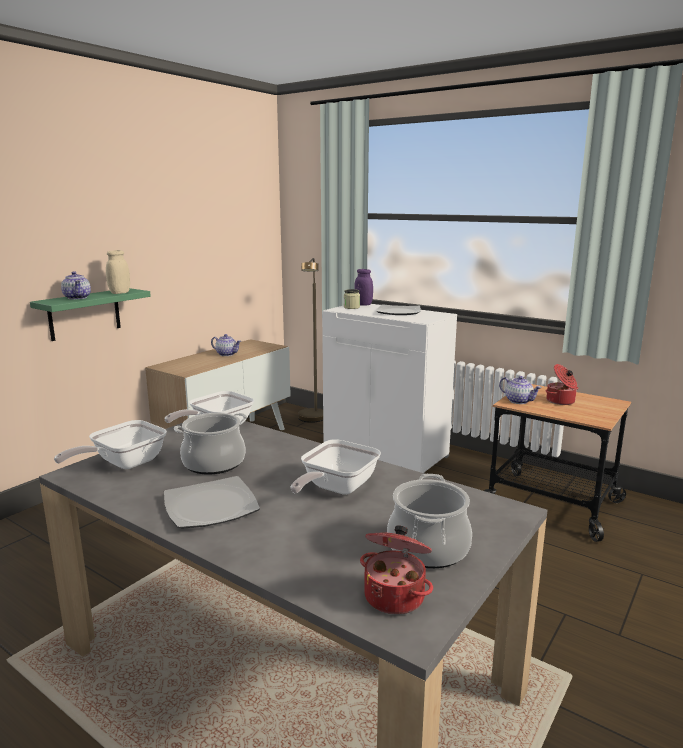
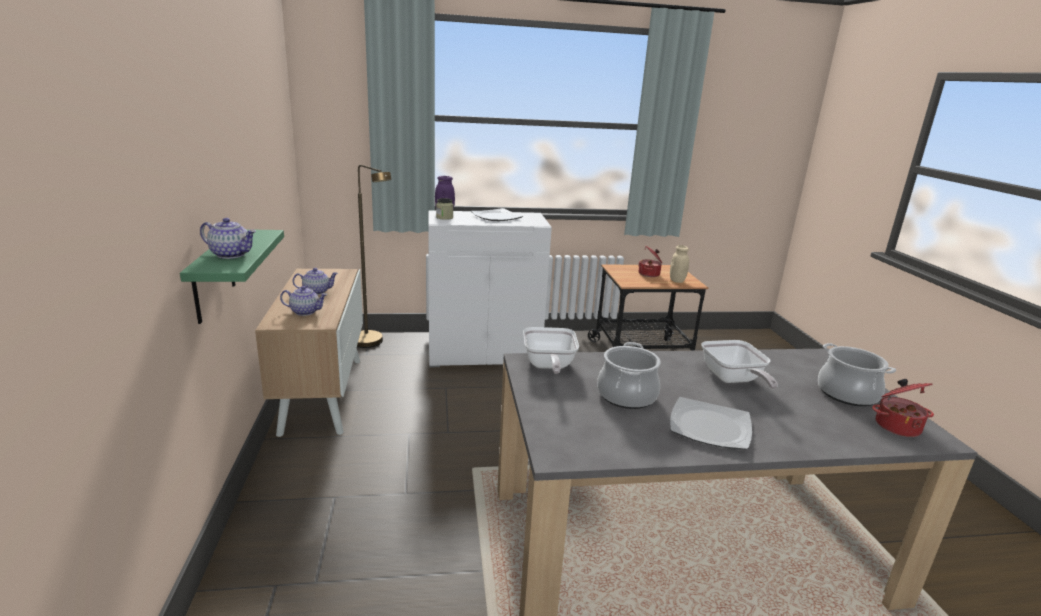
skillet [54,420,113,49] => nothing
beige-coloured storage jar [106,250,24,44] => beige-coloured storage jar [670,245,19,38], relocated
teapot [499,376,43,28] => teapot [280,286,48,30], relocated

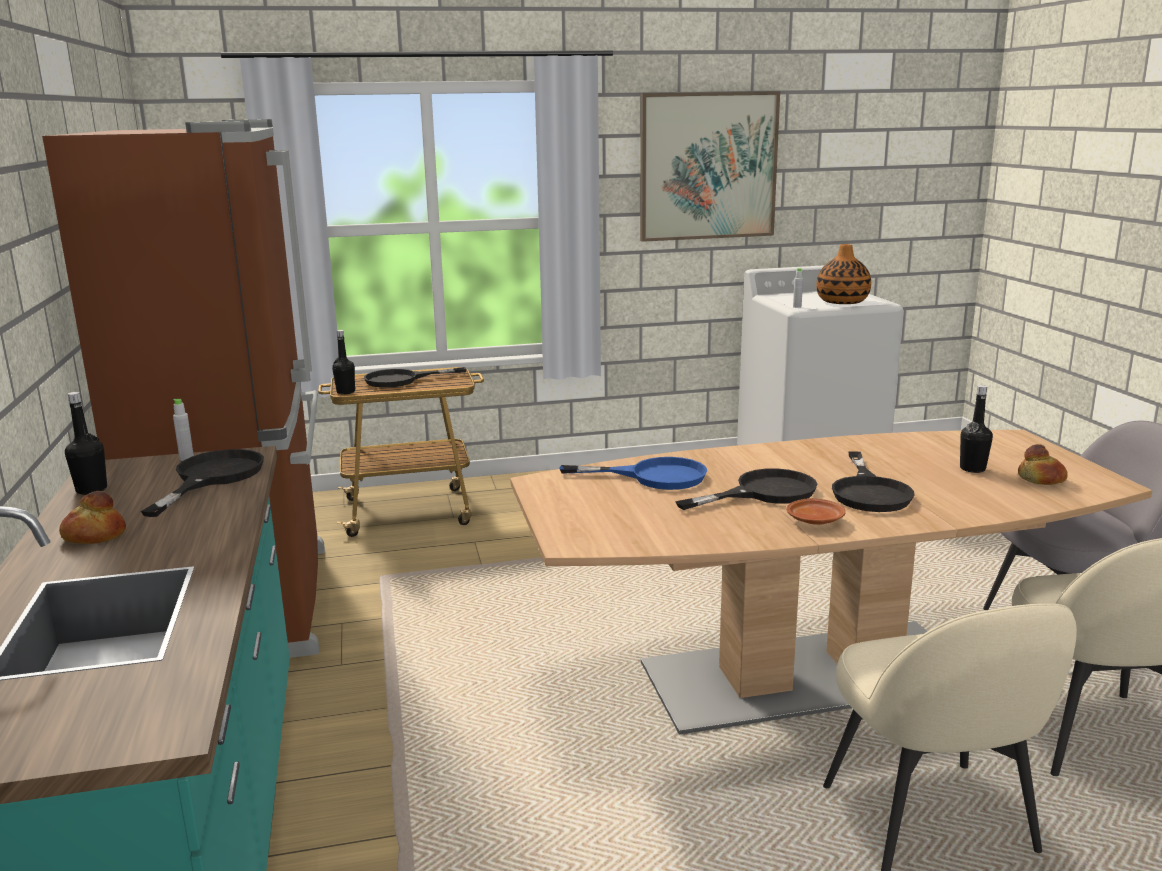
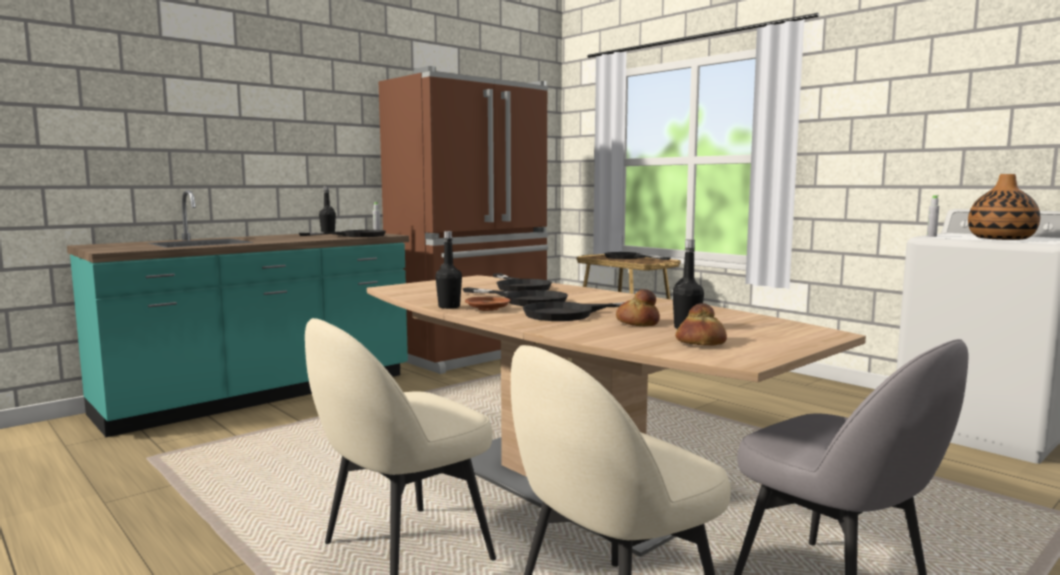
bread [59,491,67,53] => bread [616,289,44,37], relocated
black-coloured drink bottle [332,330,23,65] => black-coloured drink bottle [436,231,26,78], relocated
blue-coloured skillet [560,457,147,33] => black-coloured skillet [493,273,59,18]
wall picture [640,91,140,151] => nothing

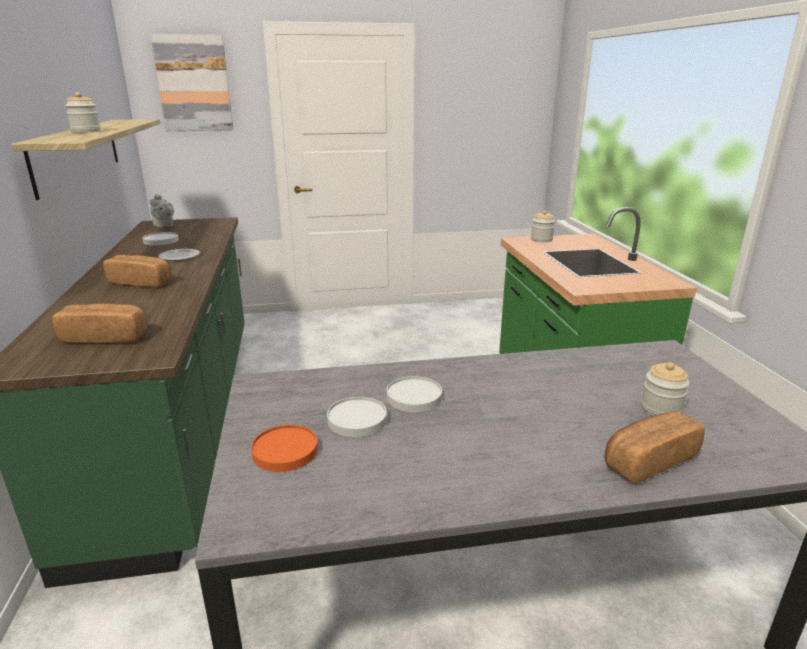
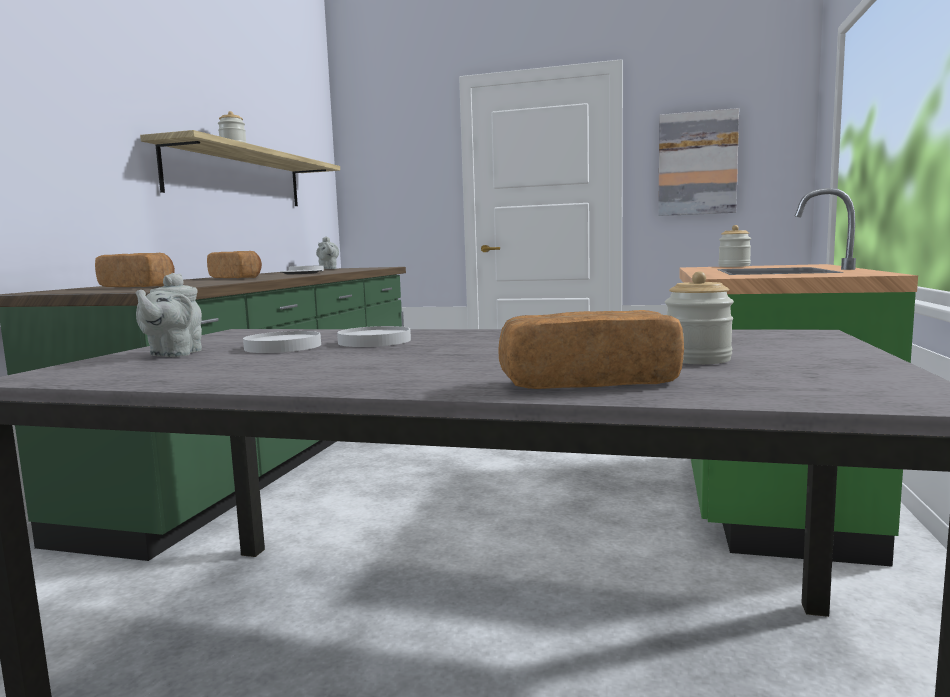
wall picture [151,34,82,97] => wall picture [658,108,81,108], relocated
orange-coloured dinner plate [251,425,67,47] => gray teapot [136,273,66,84]

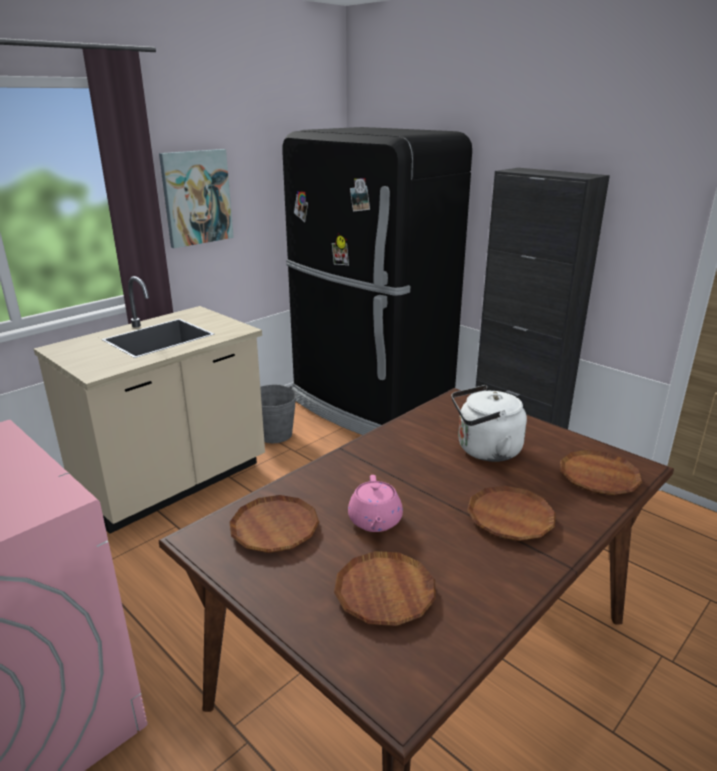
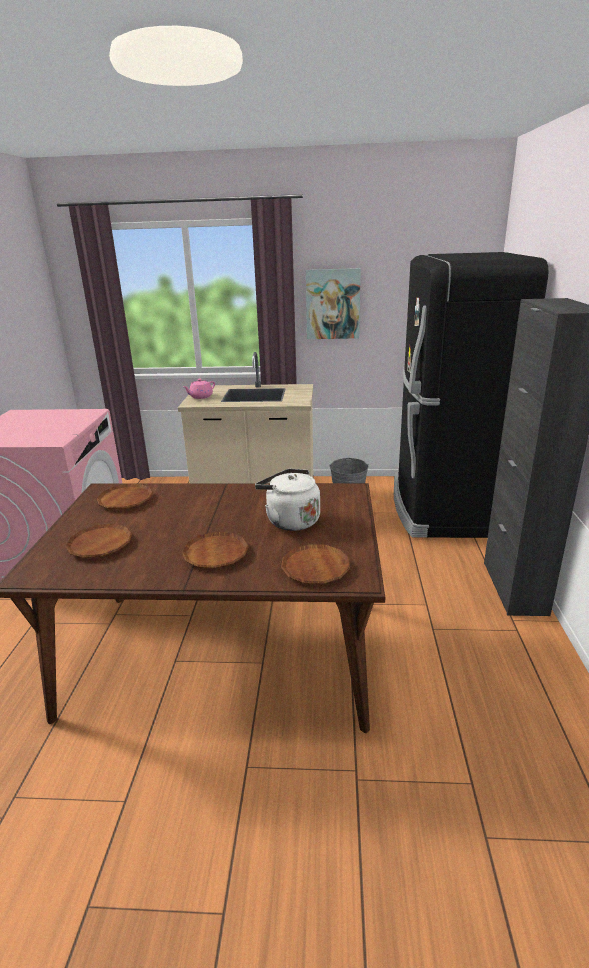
pink teapot [348,475,55,57] => pink teapot [183,379,32,20], relocated

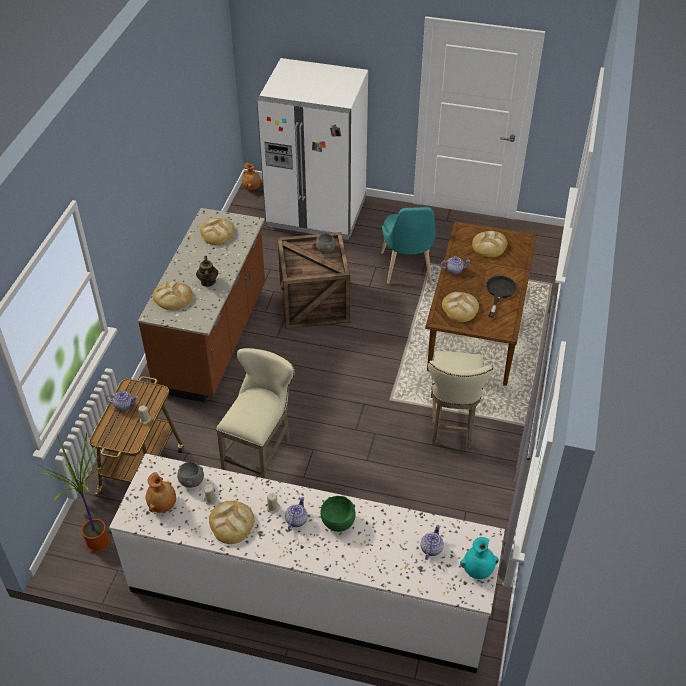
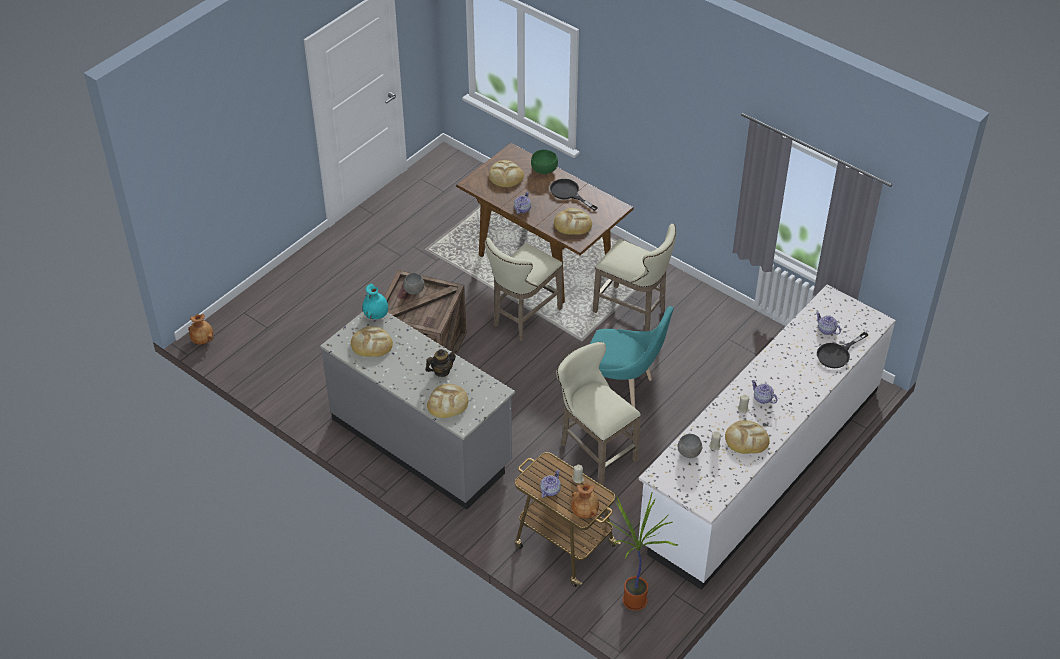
brown-coloured kitchen counter [138,208,127,195] => gray kitchen counter [320,312,195,198]
brown-coloured vase [146,472,30,41] => brown-coloured vase [571,483,28,35], relocated
teapot [196,256,22,31] => teapot [425,349,32,28], 135 degrees clockwise
white-coloured fridge [257,58,111,182] => nothing
green deep dish [320,496,36,36] => green deep dish [531,150,27,24], relocated
turquoise chair [381,207,55,77] => turquoise chair [590,306,84,102], relocated
turquoise vase [460,537,39,42] => turquoise vase [363,283,25,36], relocated
nothing => beige-coloured stool seat [485,238,78,103]
nothing => black-coloured skillet [817,332,51,36]

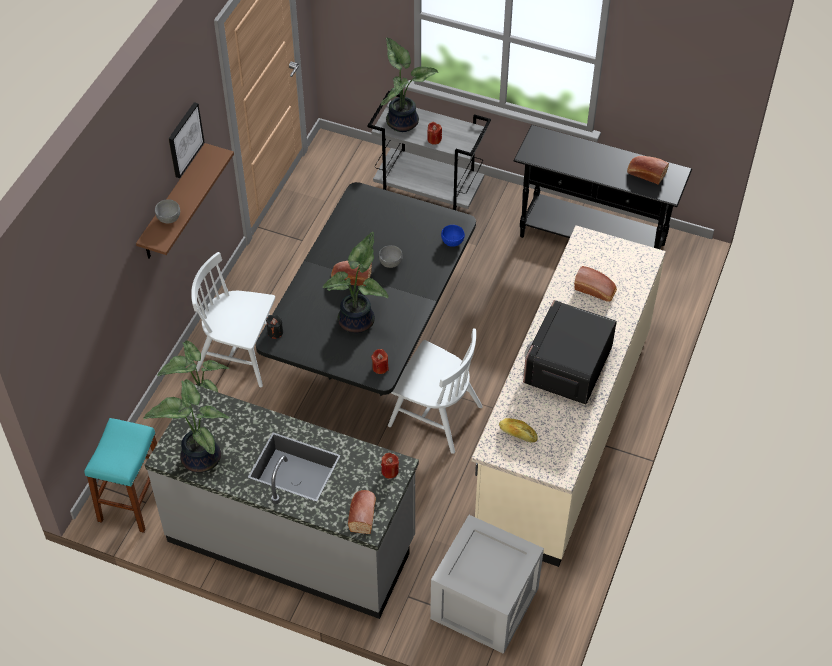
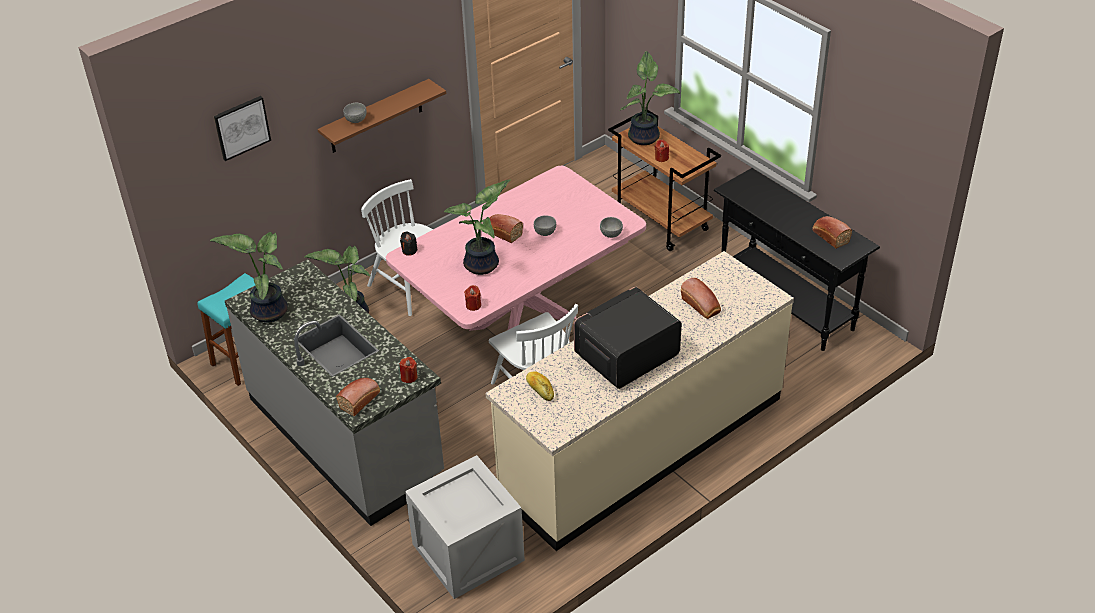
wall picture [168,102,36,76] => wall picture [214,96,57,65], relocated
black-coloured kitchen table [256,182,220,214] => pink kitchen table [386,165,260,166]
gray trolley [368,91,123,119] => brown-coloured trolley [608,110,113,141]
blue-coloured deep dish [441,225,24,22] => gray deep dish [600,217,23,21]

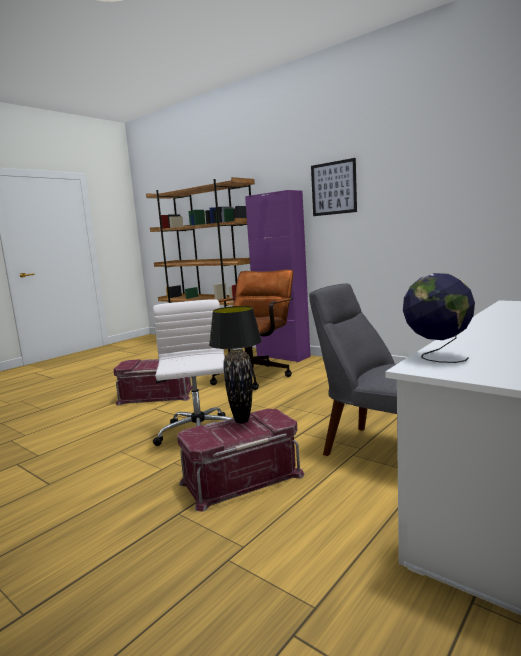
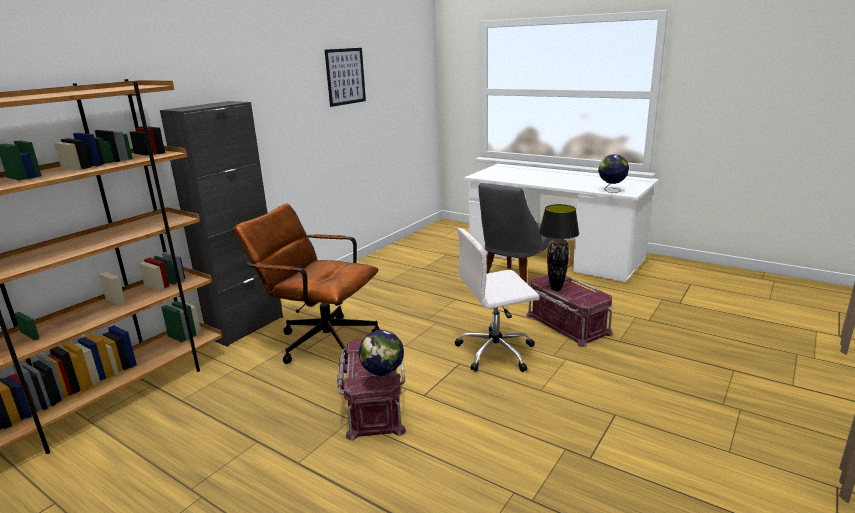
purple-coloured cabinet [245,190,66,172] => black-coloured cabinet [160,101,123,246]
wall picture [311,158,46,58] => wall picture [325,48,41,59], relocated
nothing => desk globe [359,330,45,57]

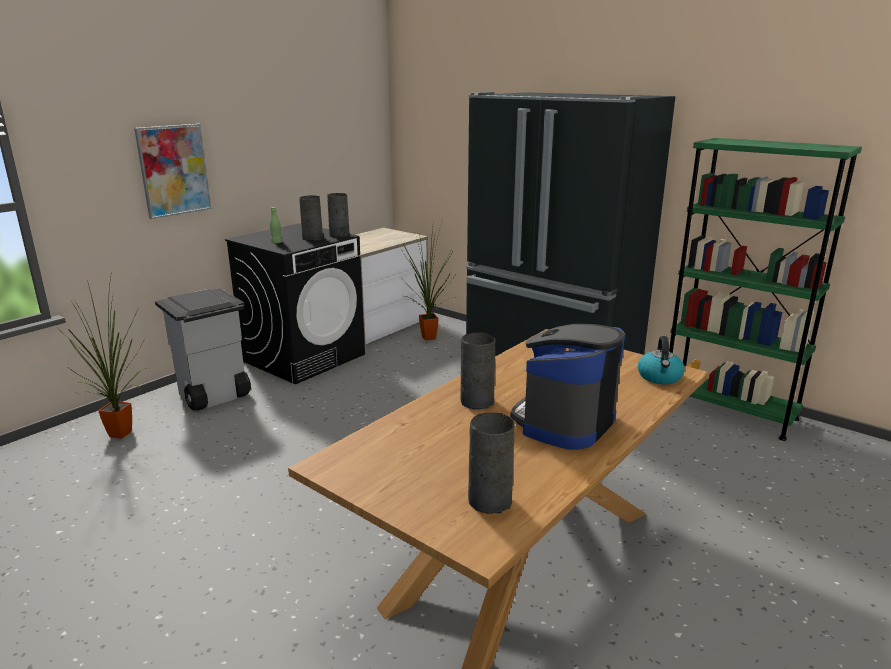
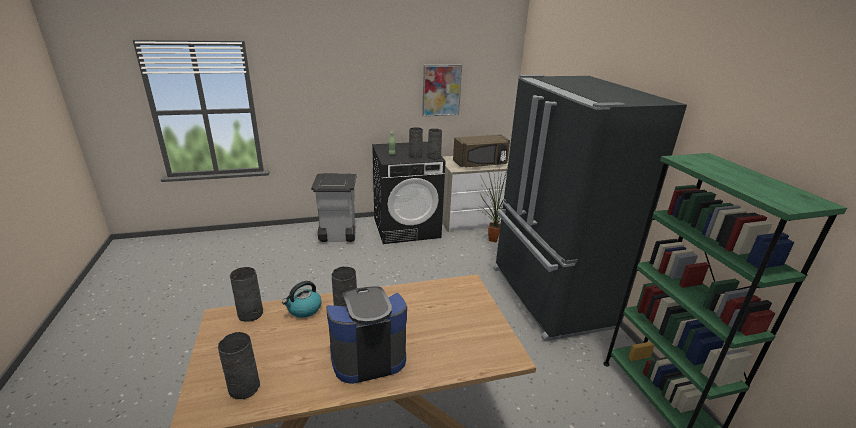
potted plant [51,272,97,167] => nothing
wall picture [134,124,77,95] => wall picture [422,65,40,51], relocated
kettle [638,336,47,48] => kettle [282,281,40,37], relocated
nothing => gray vase [230,267,33,55]
nothing => brown-coloured microwave oven [453,135,57,33]

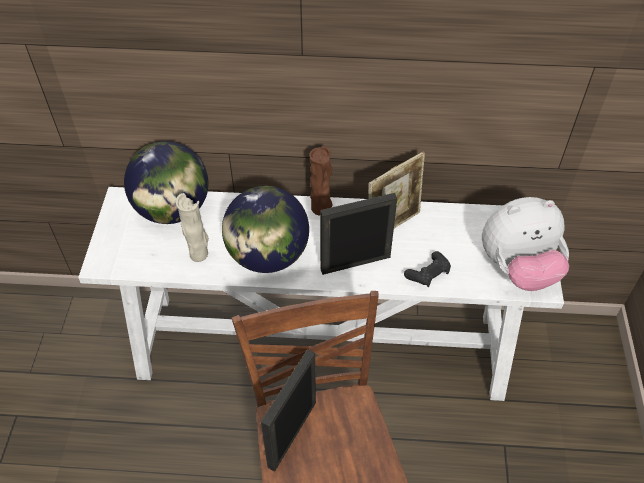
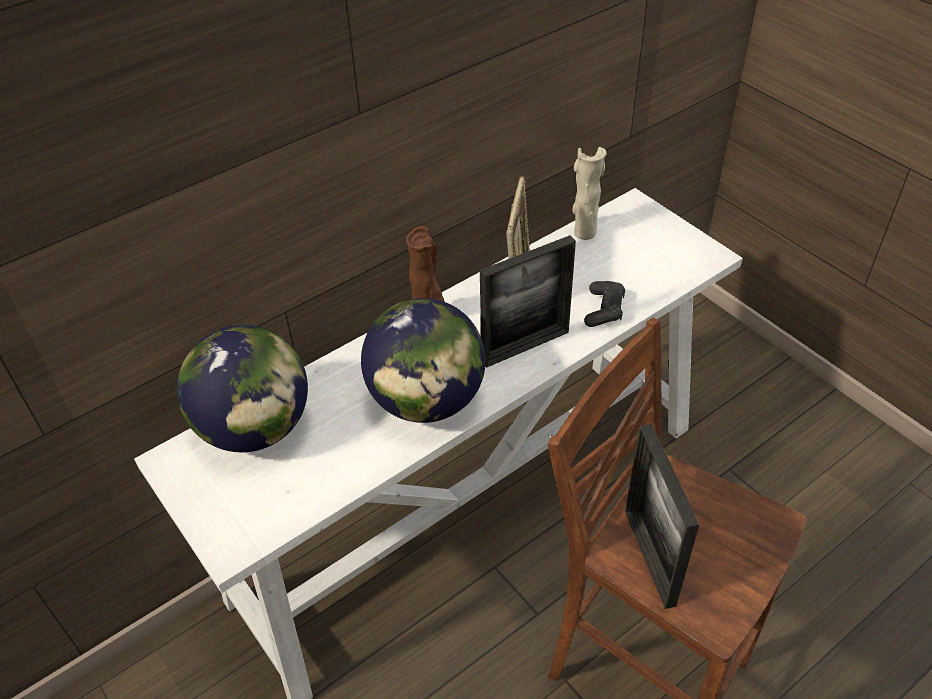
beige-coloured vase [176,193,33,69] => beige-coloured vase [573,147,34,93], relocated
standing frame [320,193,77,82] => standing frame [480,235,96,133], 150 degrees counterclockwise
soft toy [482,197,87,94] => nothing

